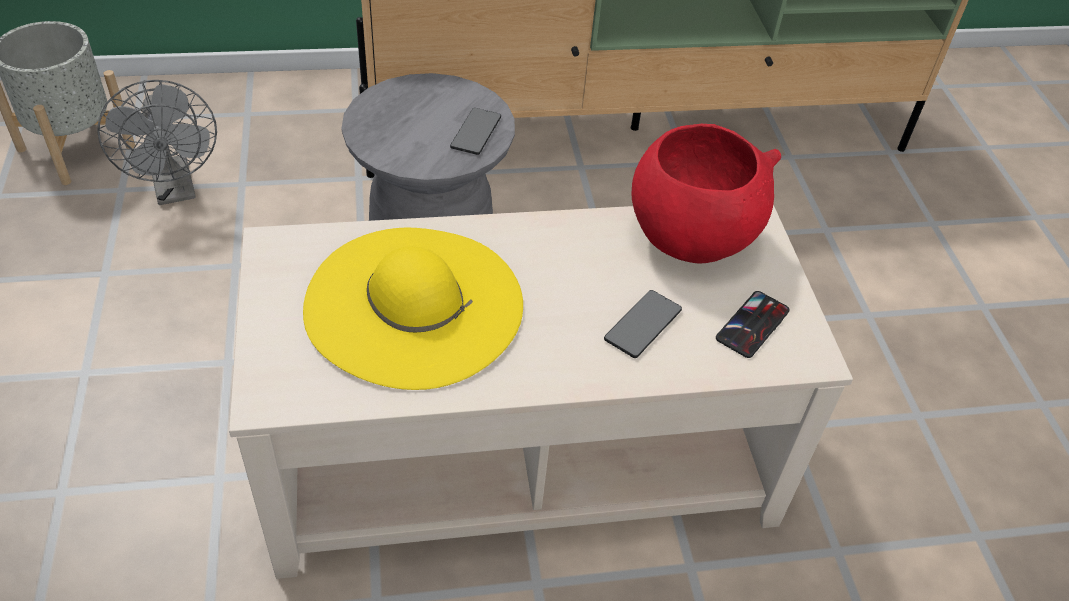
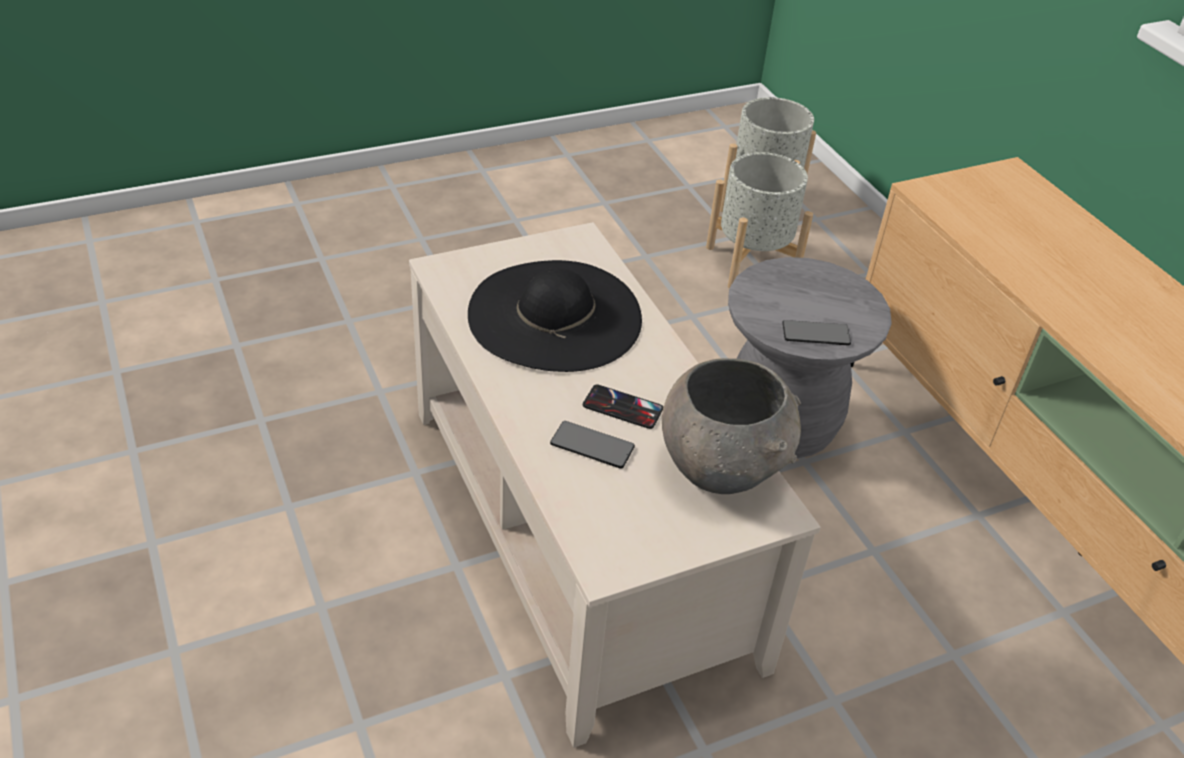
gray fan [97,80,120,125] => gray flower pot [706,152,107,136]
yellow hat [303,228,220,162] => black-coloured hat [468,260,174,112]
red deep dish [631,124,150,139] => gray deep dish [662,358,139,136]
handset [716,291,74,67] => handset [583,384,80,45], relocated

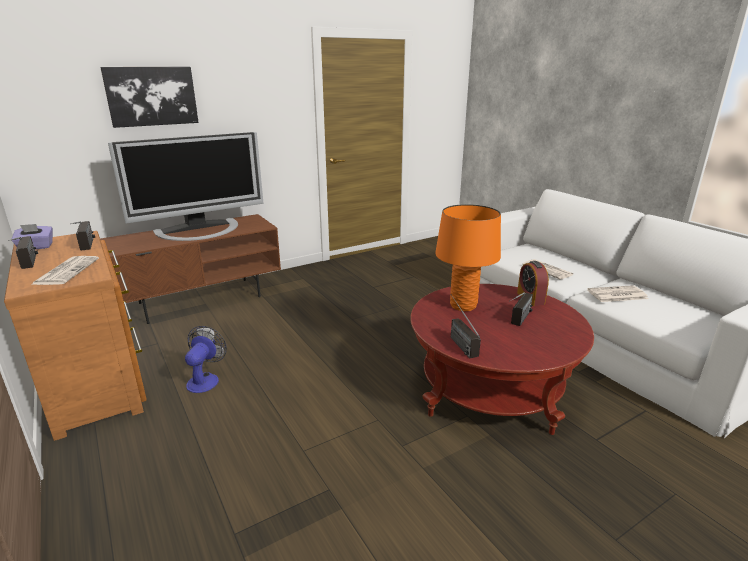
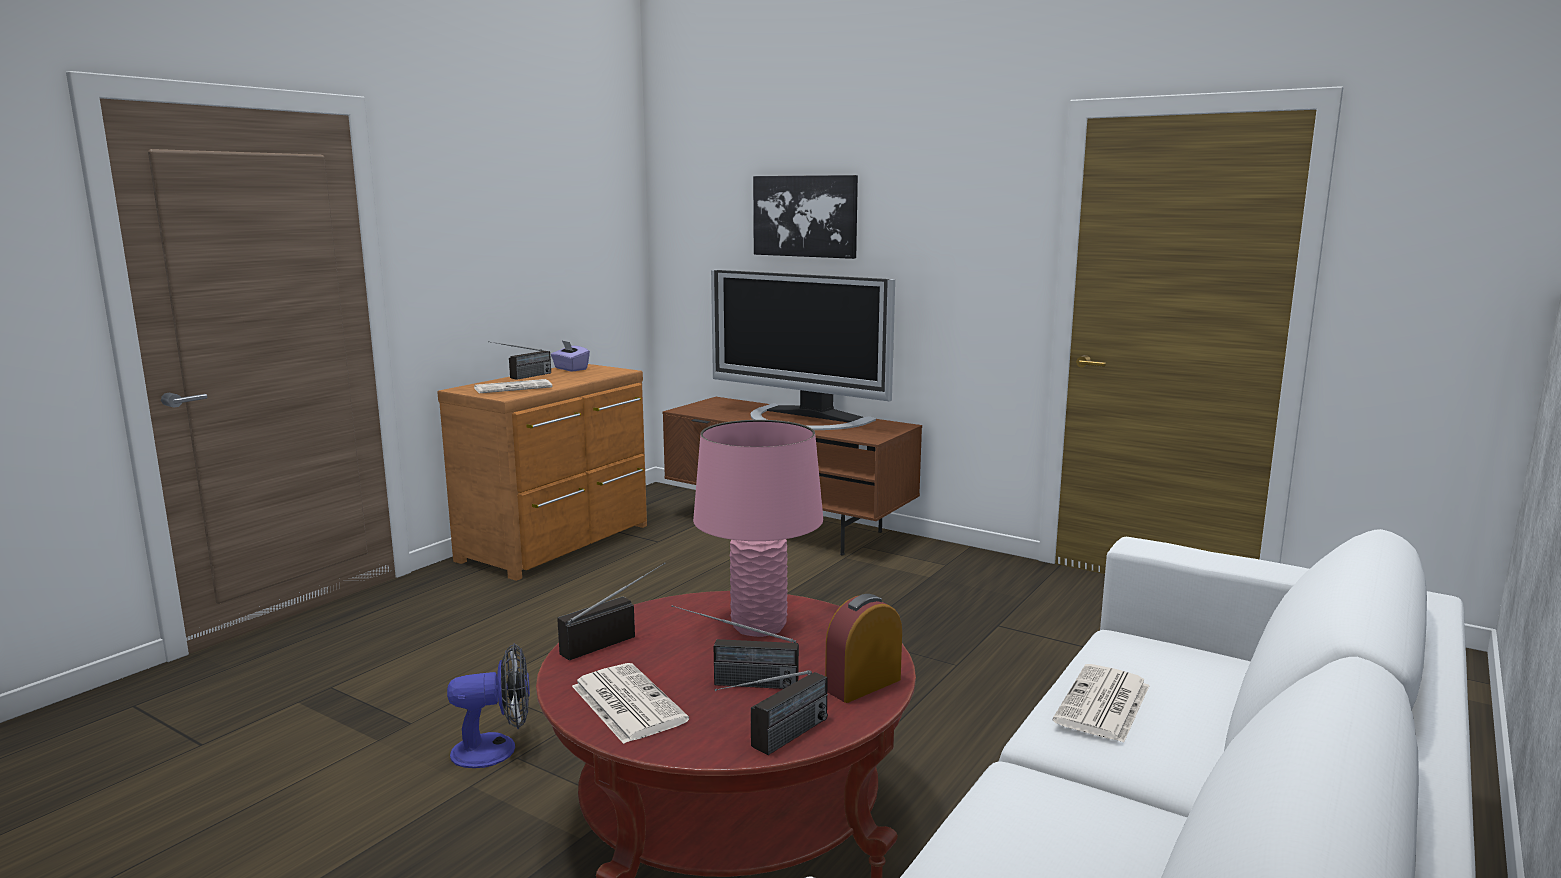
radio receiver [70,221,25,29] => radio receiver [715,670,113,85], relocated
fan [185,326,42,67] => fan [447,644,83,124], relocated
orange-coloured lamp for a table [435,204,66,107] => pink lamp for a table [693,420,130,217]
daily paper [587,285,61,17] => daily paper [572,663,117,81], relocated

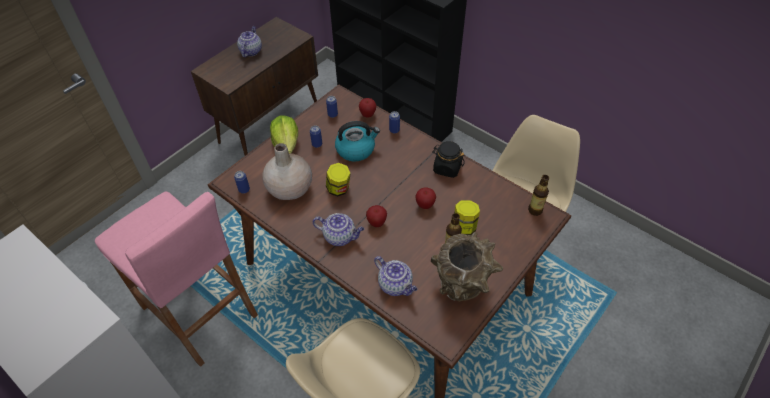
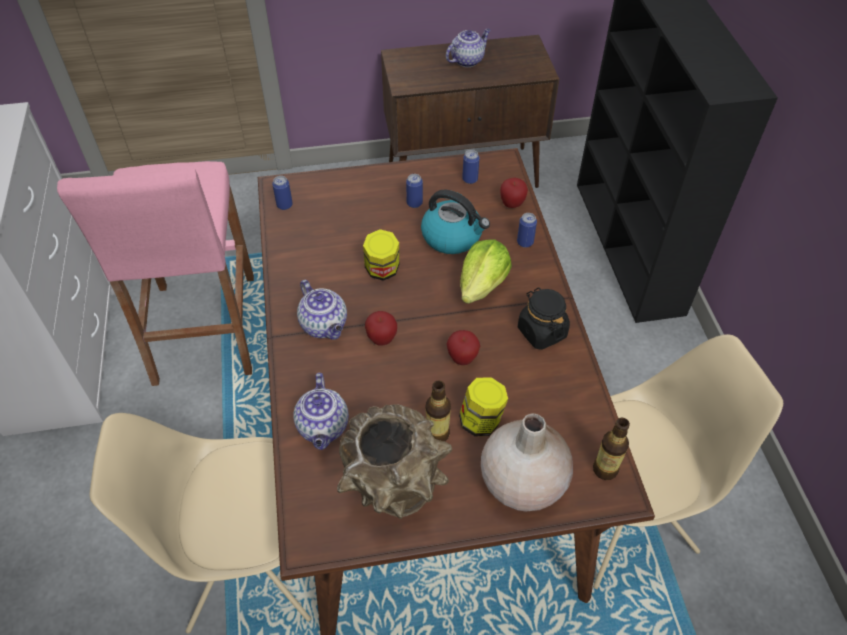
beige-coloured vase [262,143,50,57] => beige-coloured vase [481,413,92,98], relocated
lettuce [270,115,28,38] => lettuce [460,239,52,65], relocated

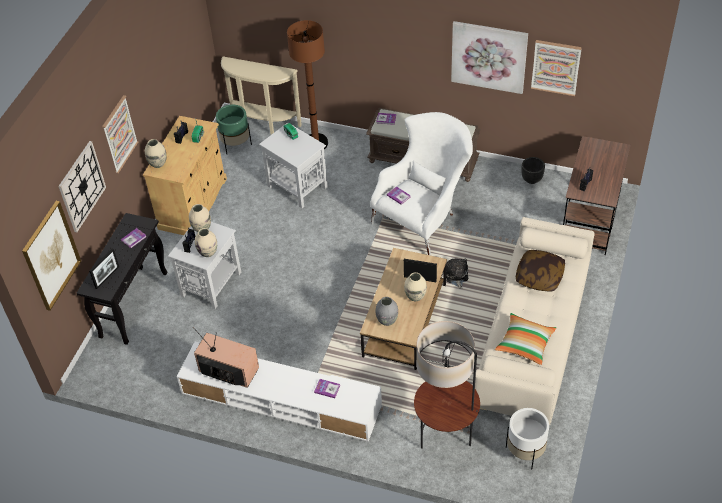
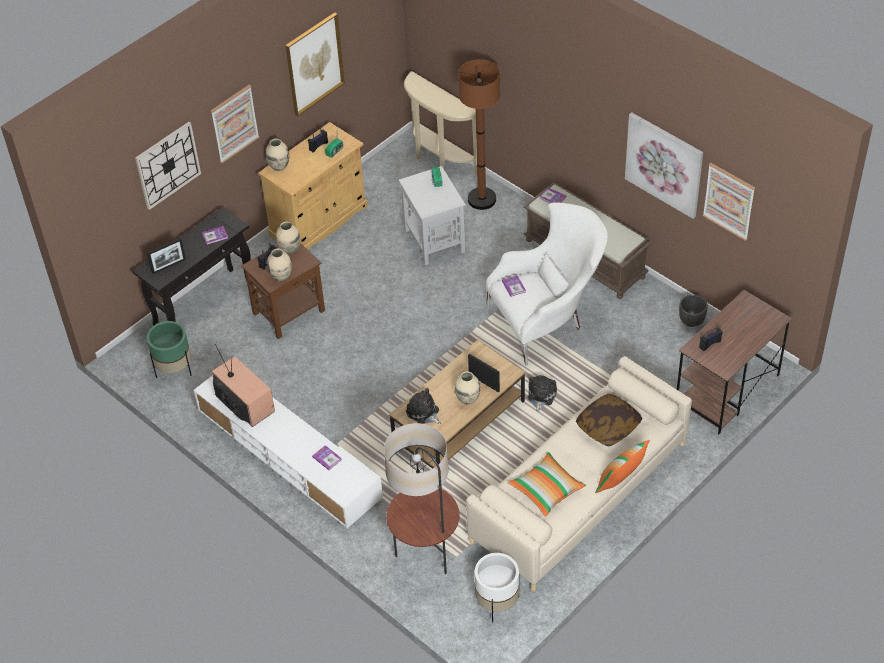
wall picture [22,201,59,110] => wall picture [286,12,59,104], relocated
white-coloured accent table [168,222,73,87] => brown-coloured accent table [241,243,84,96]
green flower pot [216,105,36,49] => green flower pot [147,321,45,57], relocated
gray vase [376,297,22,29] => soft toy [406,388,35,36]
nothing => pillow [595,440,55,53]

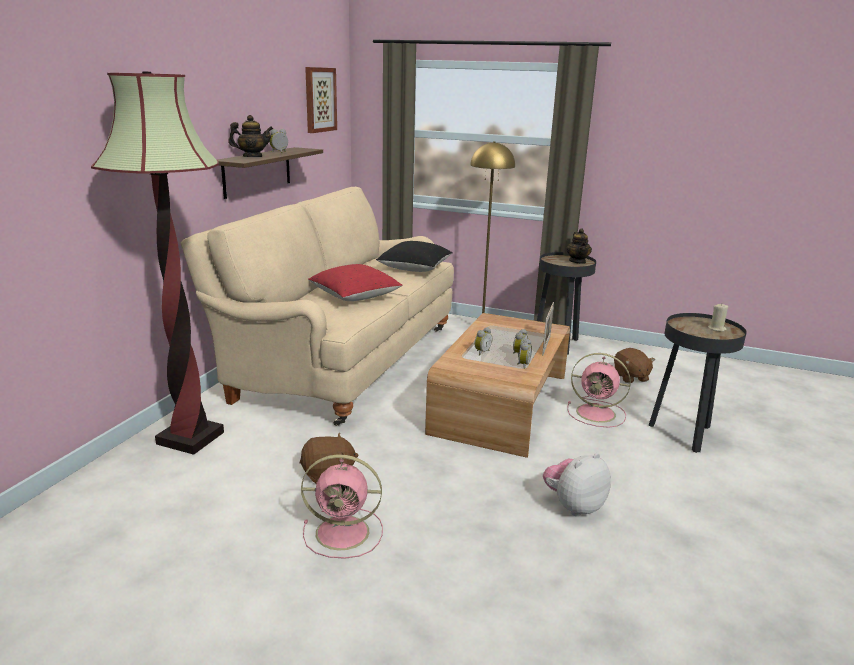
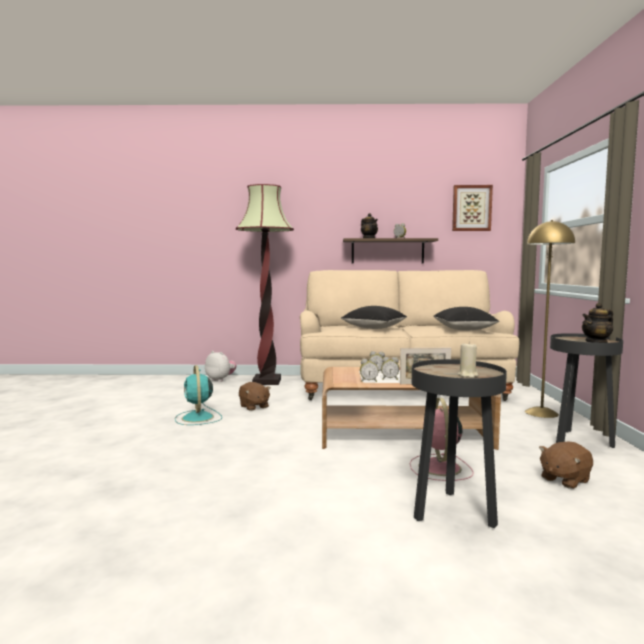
pink fan [301,455,82,104] => turquoise fan [175,365,47,60]
red pillow [308,264,95,37] => black-coloured pillow [341,306,66,23]
soft toy [543,453,68,63] => soft toy [205,351,31,31], relocated

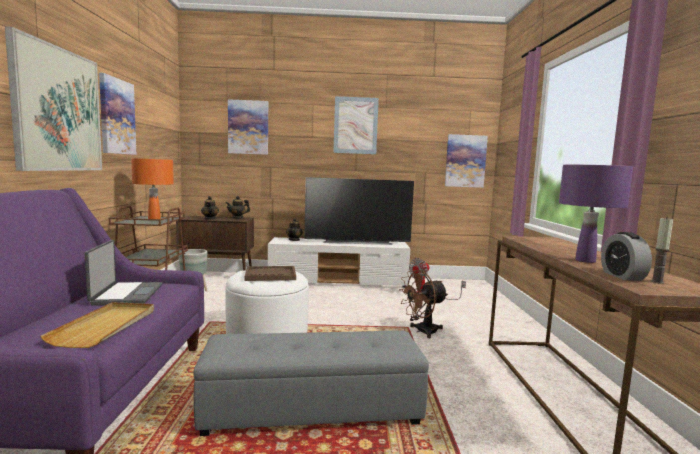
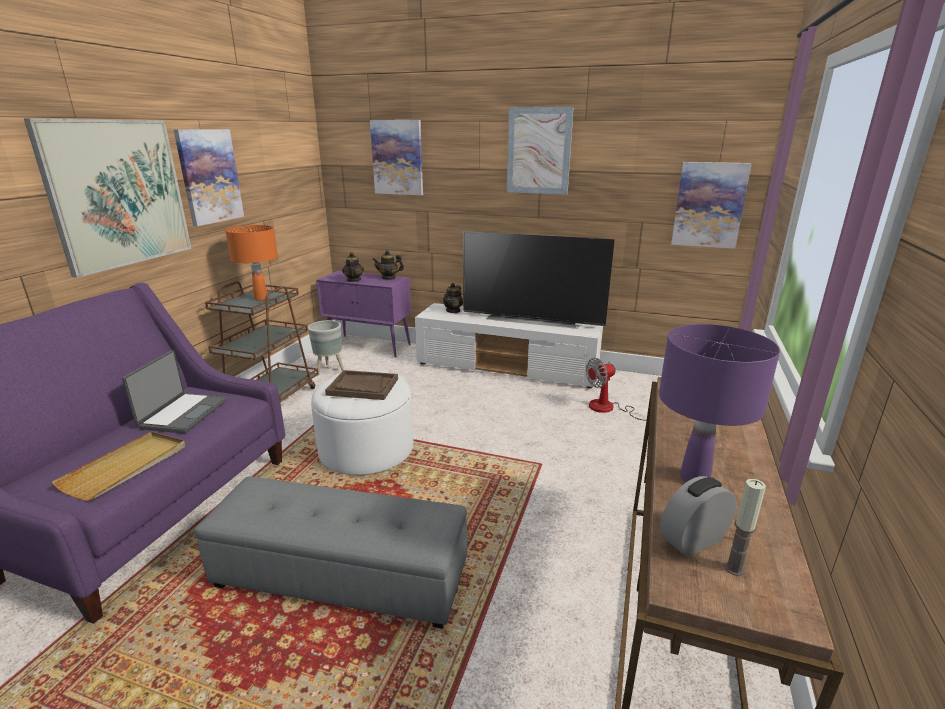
brown-coloured cabinet [176,216,78,54] => purple-coloured cabinet [316,271,95,86]
brown-coloured fan [399,270,49,68] => nothing
bedside clock [601,232,51,49] => bedside clock [660,476,77,81], 45 degrees clockwise

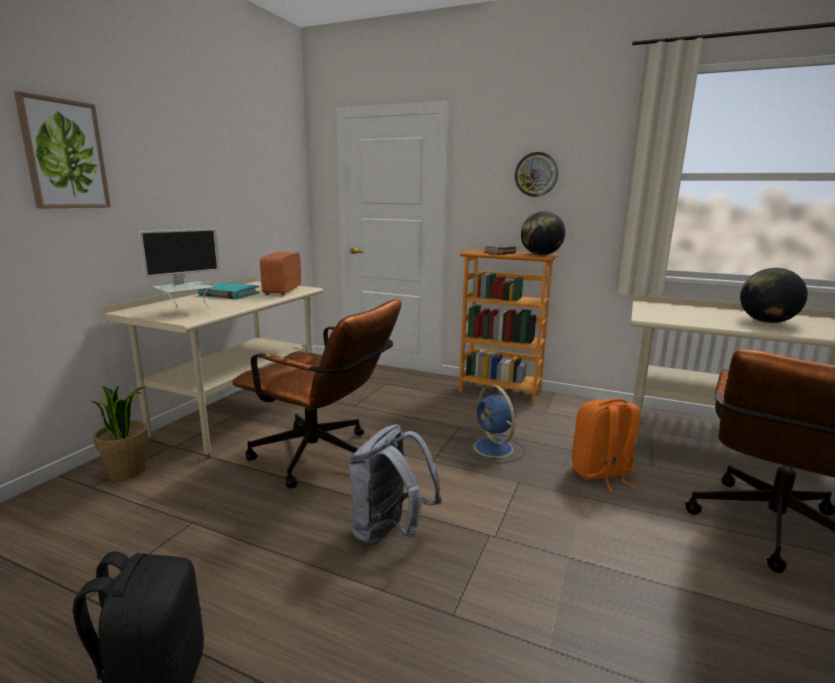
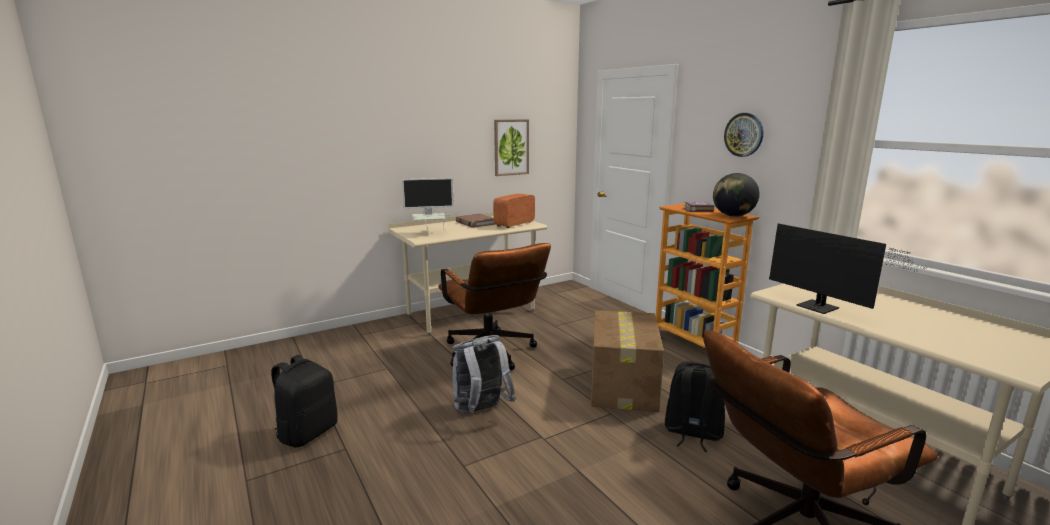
wall picture [14,91,97,118] => wall picture [494,119,35,57], relocated
potted plant [90,386,58,94] => nothing
turquoise bound book [198,282,62,17] => brown-coloured bound book [456,214,39,14]
blue-coloured fan [465,384,60,79] => cardboard box [591,310,73,102]
orange-coloured knapsack [572,399,69,92] => black-coloured knapsack [665,361,60,91]
desk globe [740,268,68,55] => nothing
nothing => monitor [769,223,156,91]

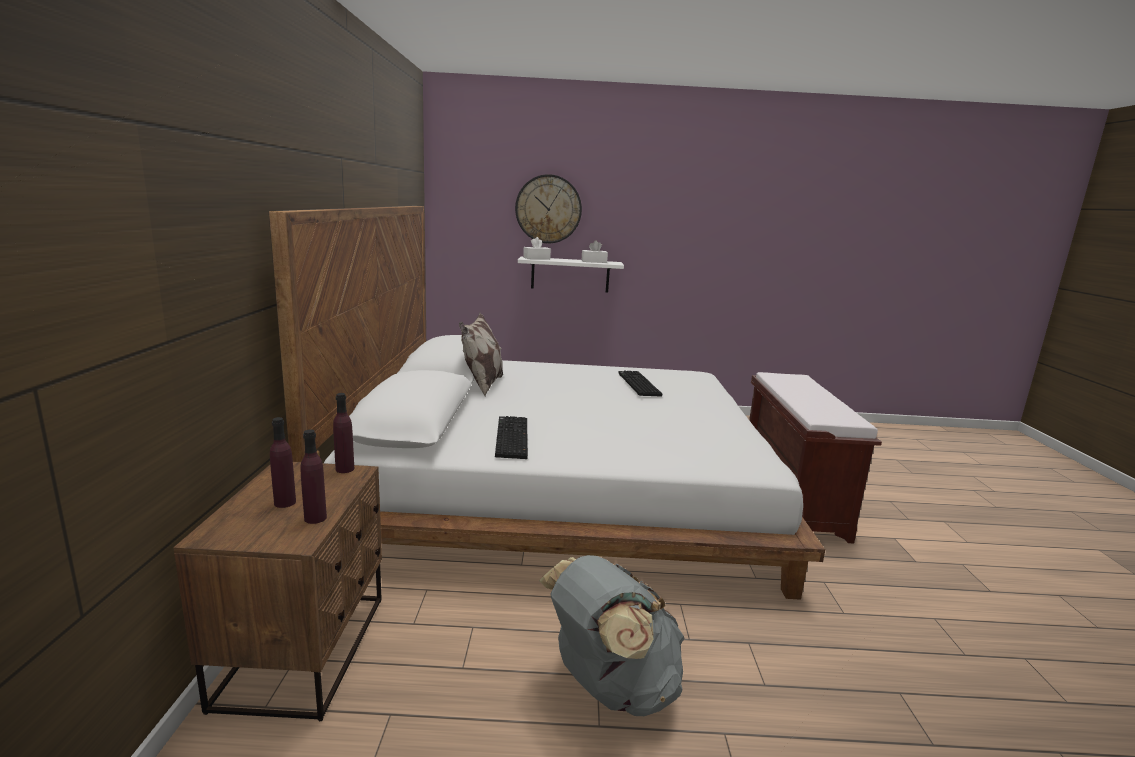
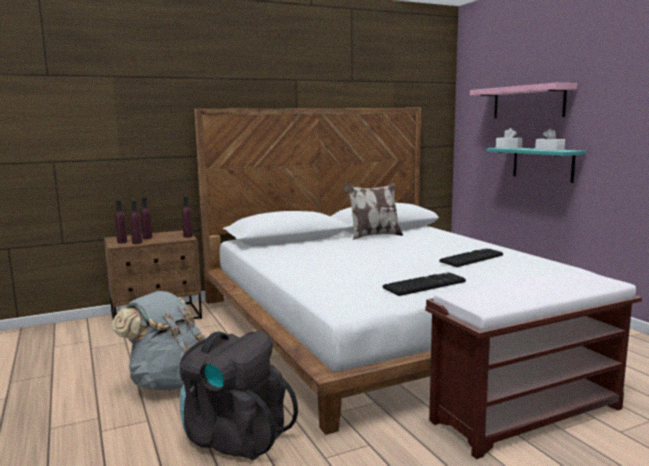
keyboard [495,416,33,43] => keyboard [383,272,83,24], relocated
clock on the wall [515,174,67,69] => pink shelf [470,83,107,35]
white-coloured shelf [518,257,106,36] => turquoise shelf [487,148,99,35]
nothing => purple-coloured drink bottle [115,200,12,44]
nothing => black-coloured knapsack [180,331,118,129]

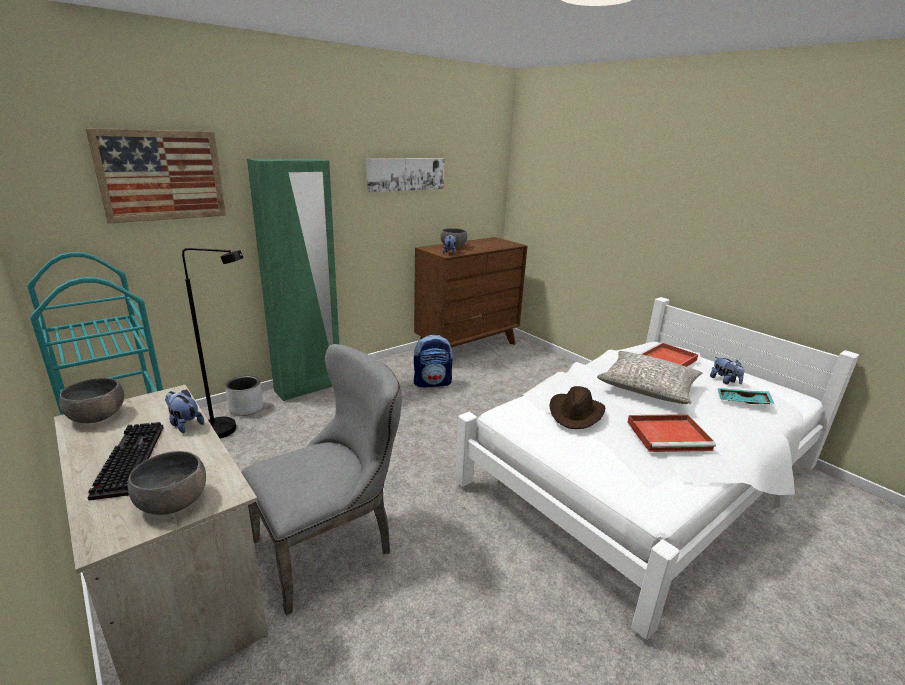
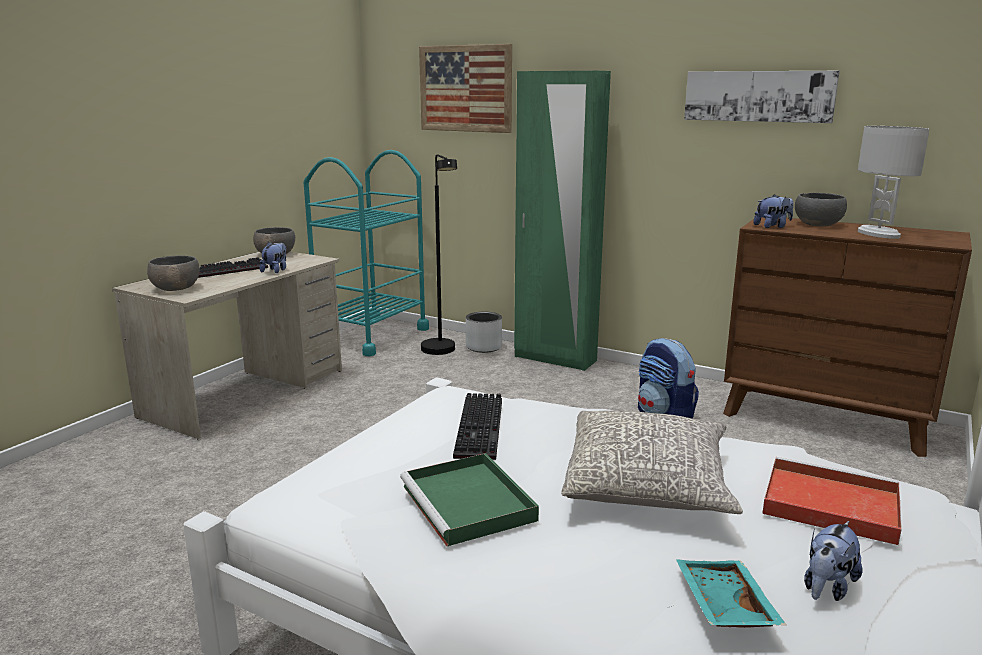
gray chair [241,344,161,271] => nothing
brown-coloured hat [549,386,56,43] => keyboard [453,393,49,67]
red carrying tray [627,414,89,38] => green carrying tray [400,453,139,93]
nothing => white-coloured lamp for a table [858,126,71,113]

